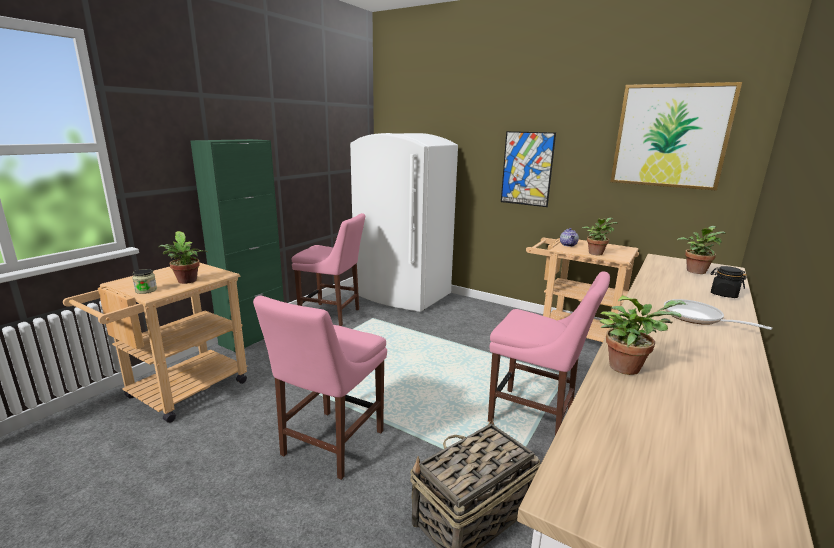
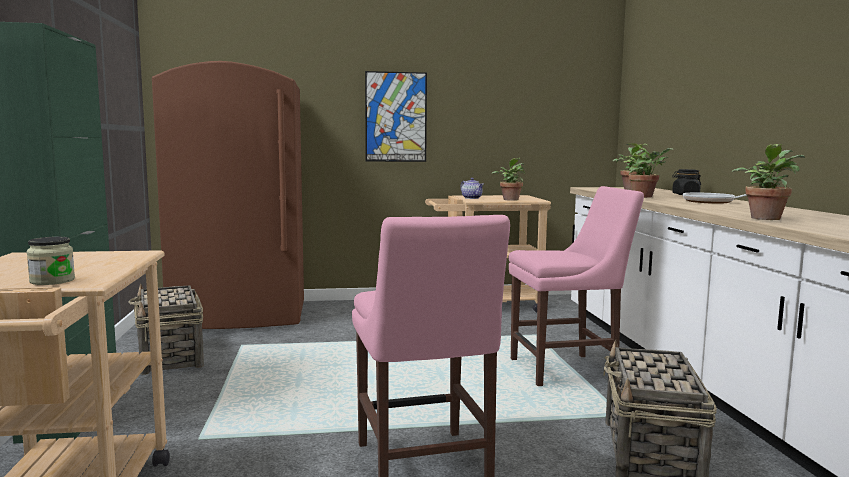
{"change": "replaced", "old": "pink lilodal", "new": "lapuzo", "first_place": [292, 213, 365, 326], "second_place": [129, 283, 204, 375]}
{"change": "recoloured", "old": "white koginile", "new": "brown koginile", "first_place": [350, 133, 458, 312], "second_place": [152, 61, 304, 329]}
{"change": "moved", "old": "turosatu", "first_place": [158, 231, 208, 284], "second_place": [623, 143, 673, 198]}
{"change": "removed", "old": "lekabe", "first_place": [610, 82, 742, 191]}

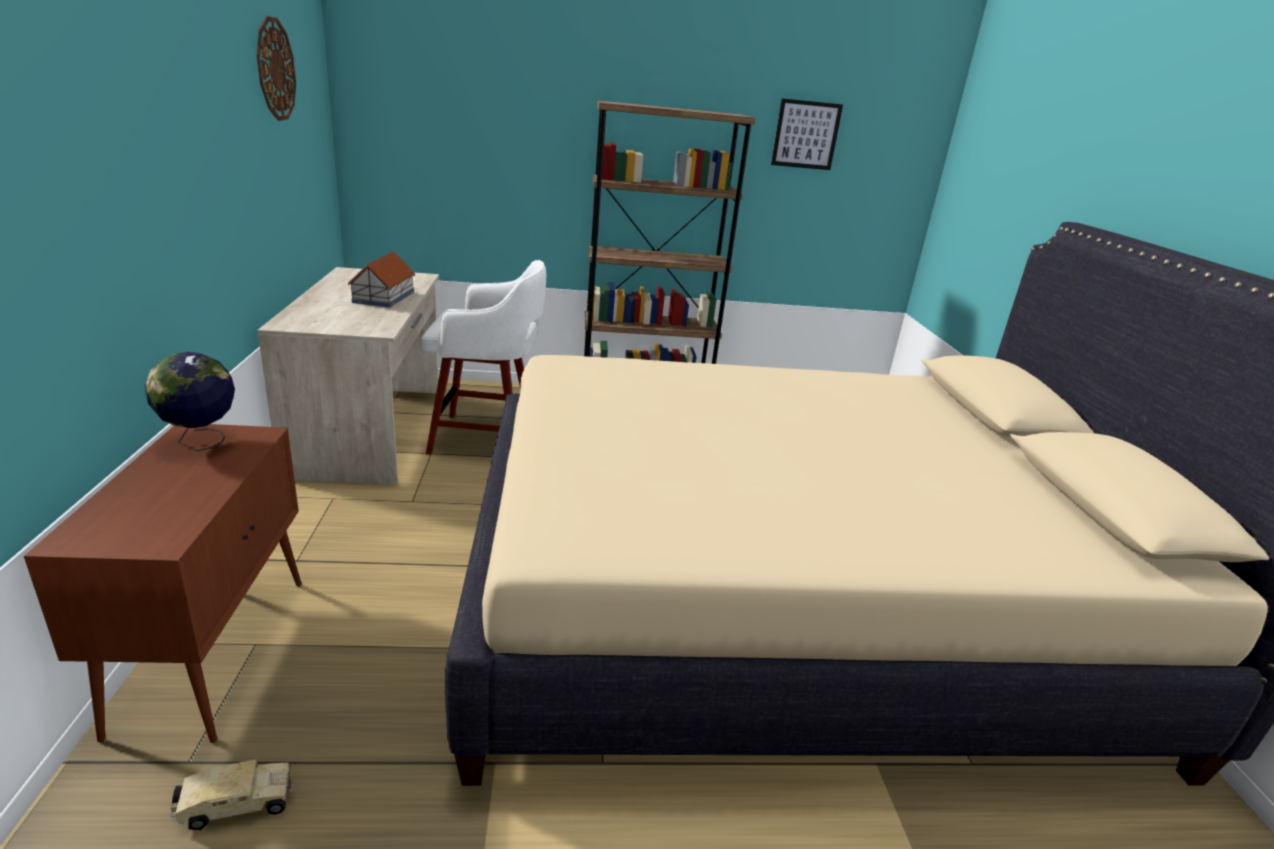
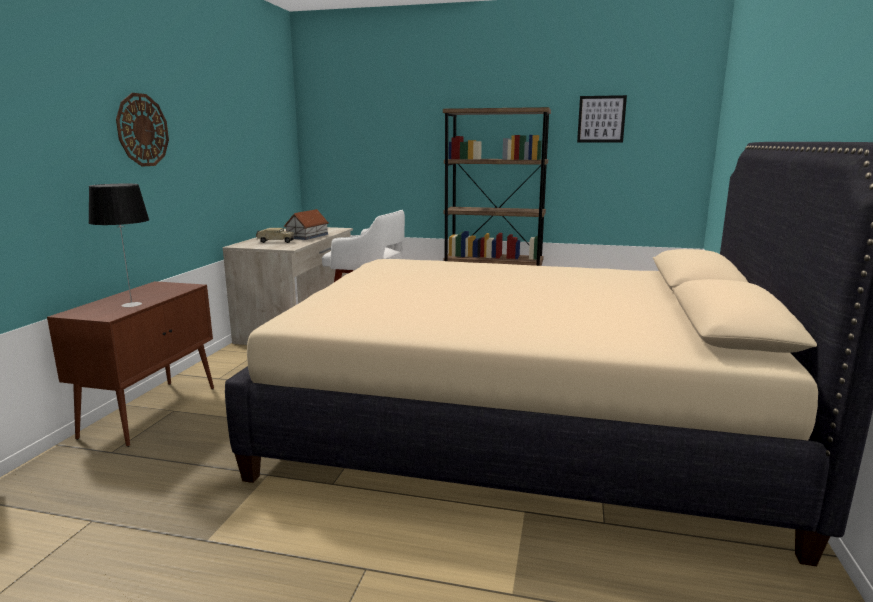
{"change": "added", "new": "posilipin", "second_place": [89, 184, 149, 307]}
{"change": "moved", "old": "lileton", "first_place": [257, 16, 296, 121], "second_place": [116, 93, 169, 167]}
{"change": "moved", "old": "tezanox", "first_place": [171, 757, 292, 830], "second_place": [256, 228, 294, 243]}
{"change": "removed", "old": "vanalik", "first_place": [145, 352, 235, 451]}

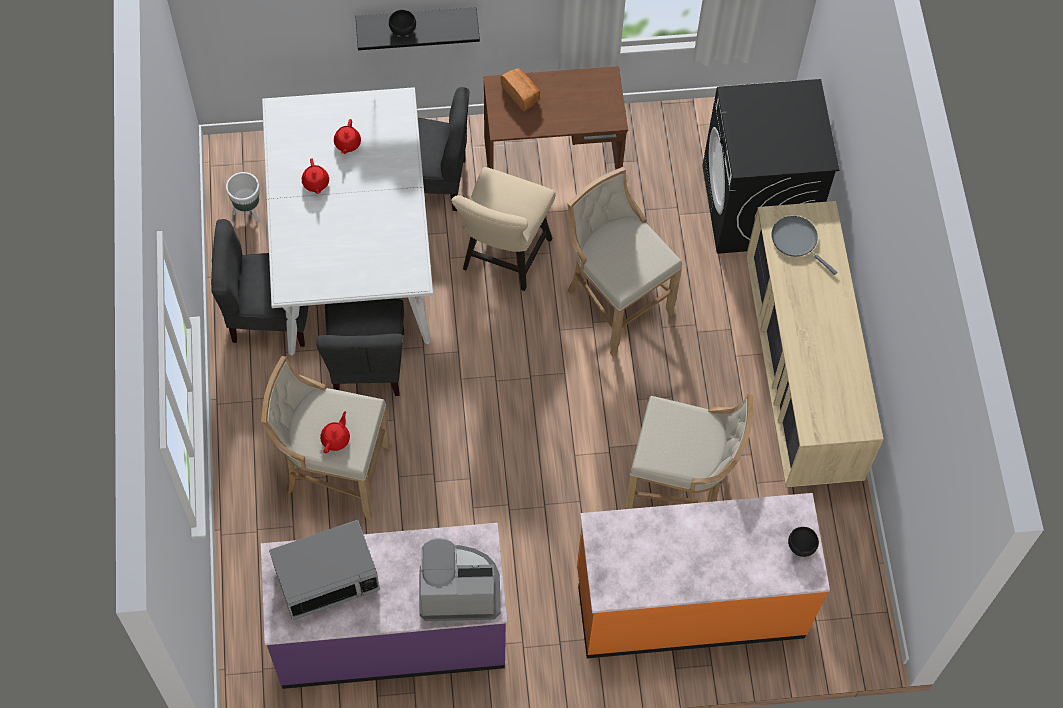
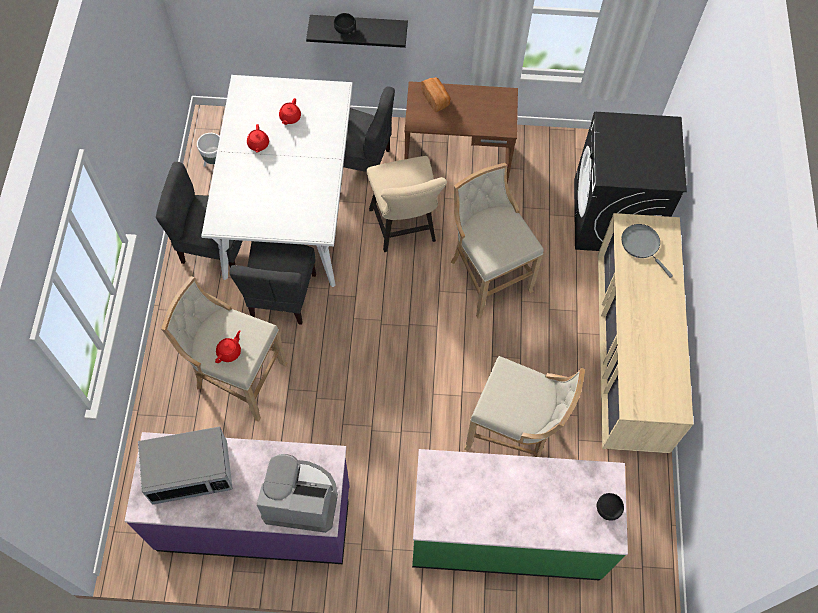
{"change": "turned", "old": "beige lilodal", "first_place": [451, 167, 556, 291], "second_place": [367, 156, 447, 252], "degrees": -45}
{"change": "recoloured", "old": "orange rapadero", "new": "green rapadero", "first_place": [577, 493, 830, 658], "second_place": [412, 449, 628, 580]}

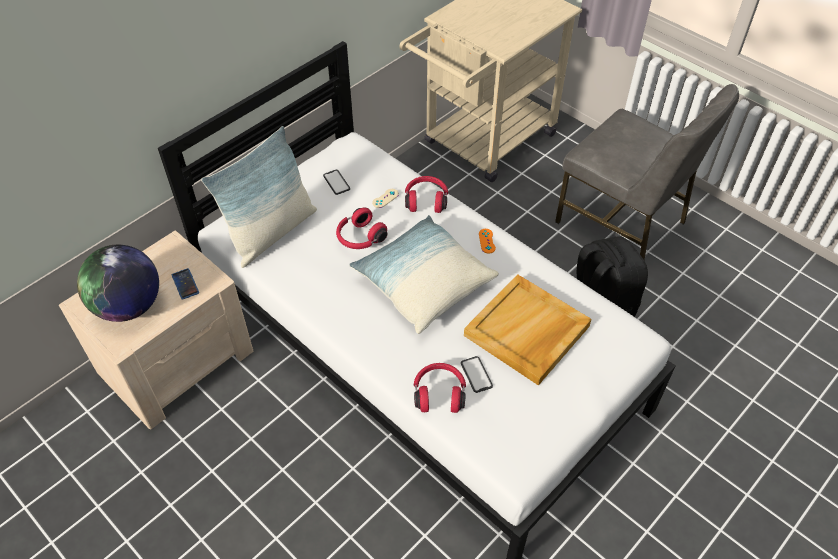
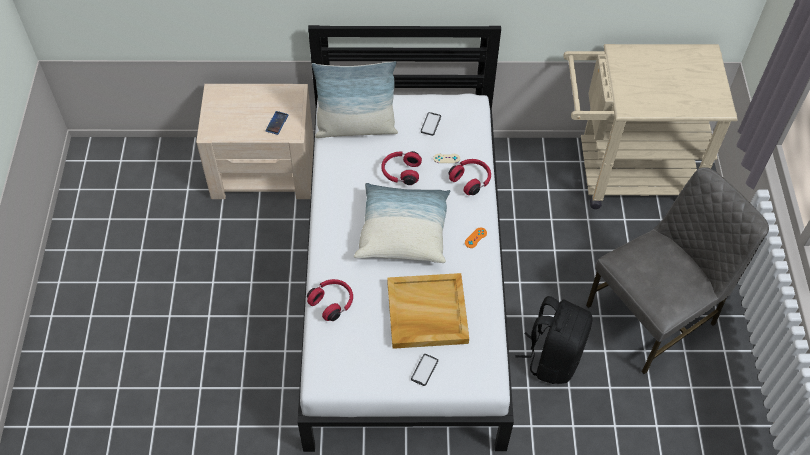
{"change": "moved", "old": "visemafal", "first_place": [461, 356, 493, 393], "second_place": [411, 354, 438, 386]}
{"change": "turned", "old": "grey lilodal", "first_place": [555, 84, 739, 260], "second_place": [586, 167, 769, 374], "degrees": -120}
{"change": "removed", "old": "vanalik", "first_place": [77, 245, 159, 322]}

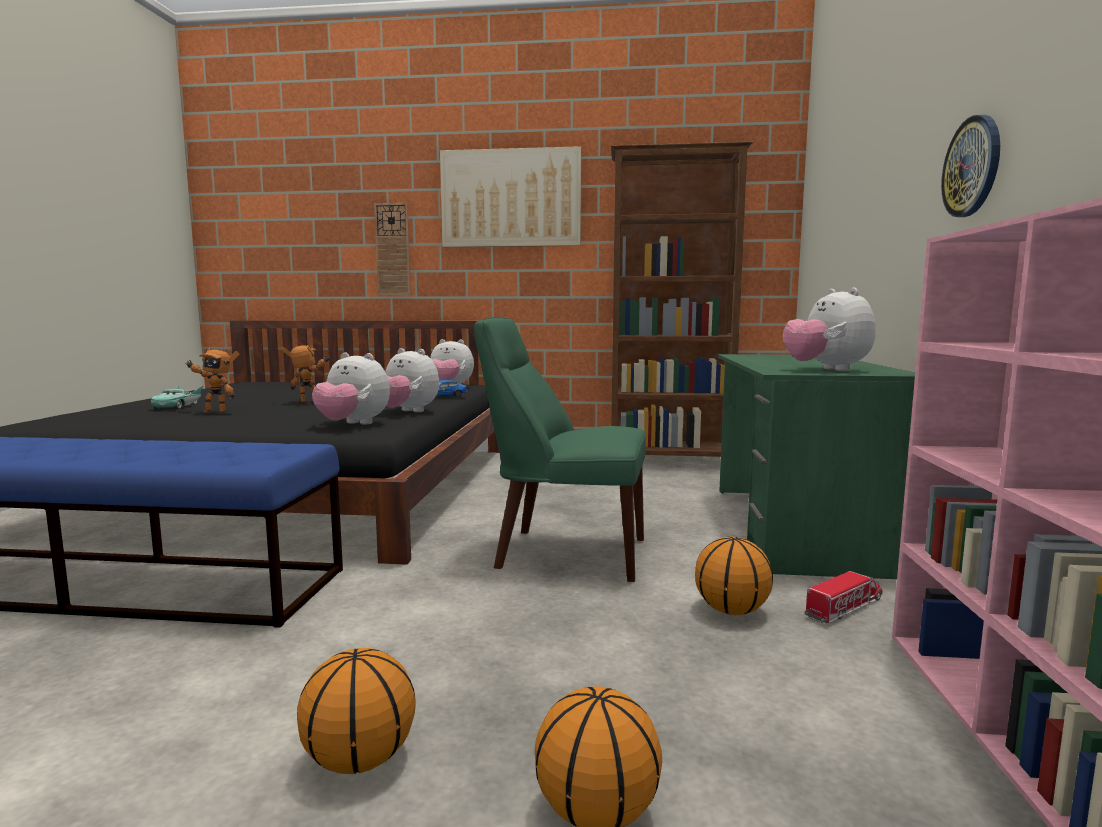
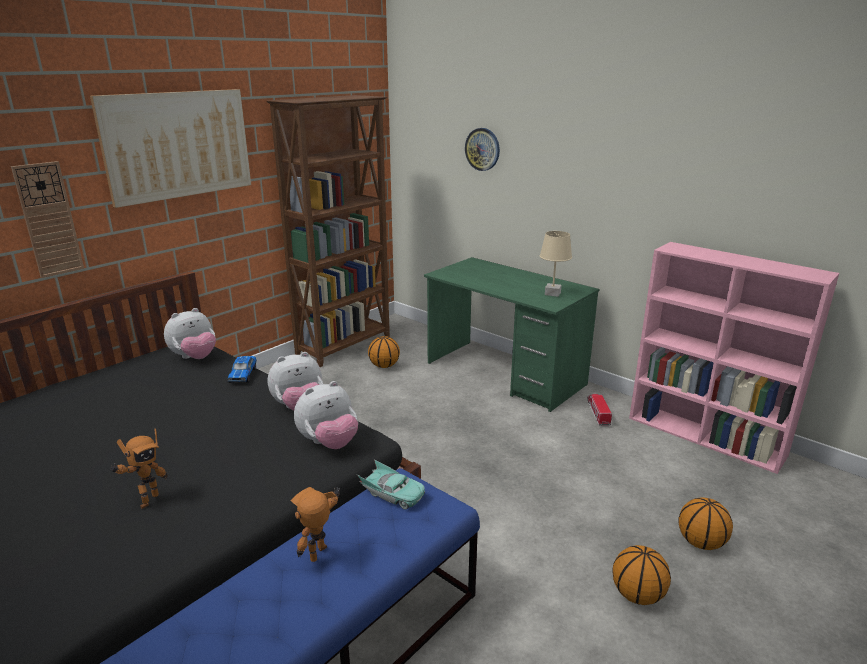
{"change": "moved", "old": "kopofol", "first_place": [281, 345, 330, 402], "second_place": [291, 487, 340, 562]}
{"change": "moved", "old": "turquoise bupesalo", "first_place": [151, 386, 203, 409], "second_place": [357, 460, 425, 510]}
{"change": "moved", "old": "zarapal", "first_place": [695, 536, 773, 615], "second_place": [368, 336, 400, 368]}
{"change": "moved", "old": "lileton", "first_place": [941, 115, 1000, 217], "second_place": [465, 128, 500, 171]}
{"change": "replaced", "old": "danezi", "new": "beige posilipin", "first_place": [783, 288, 876, 371], "second_place": [540, 231, 572, 297]}
{"change": "removed", "old": "green lilodal", "first_place": [474, 317, 646, 582]}

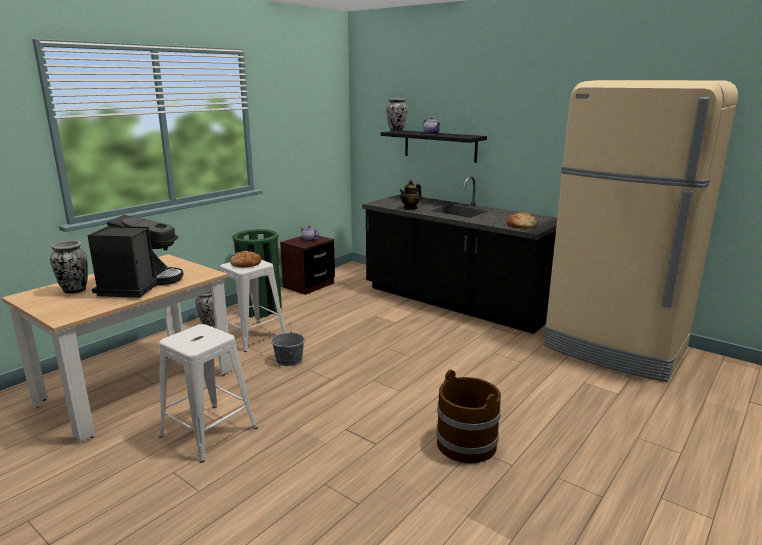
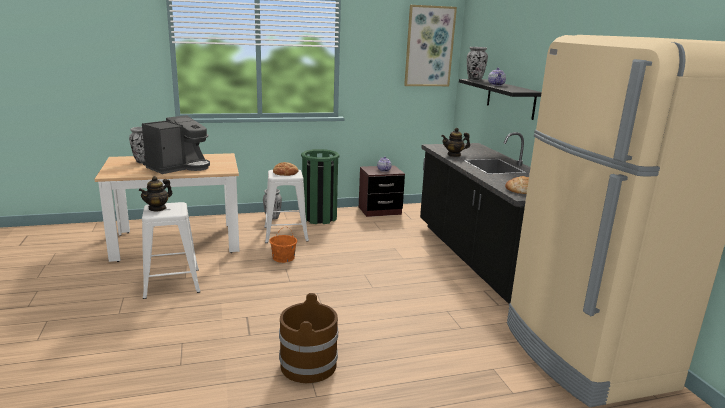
{"change": "added", "new": "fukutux", "second_place": [139, 176, 172, 212]}
{"change": "recoloured", "old": "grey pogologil", "new": "orange pogologil", "first_place": [271, 323, 305, 366], "second_place": [269, 227, 297, 263]}
{"change": "added", "new": "lekabe", "second_place": [404, 5, 457, 86]}

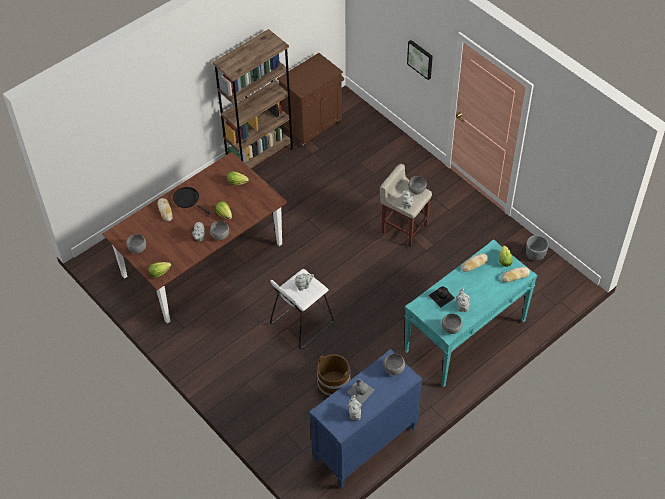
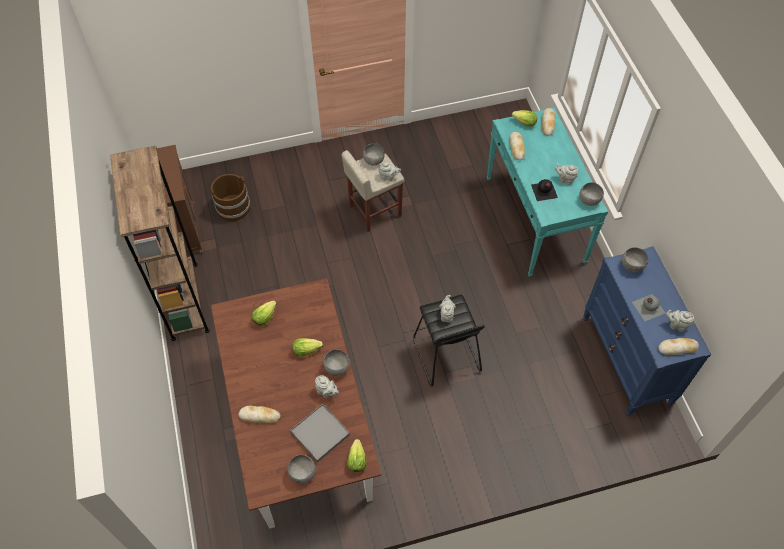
{"change": "moved", "old": "brown pogologil", "first_place": [317, 354, 351, 398], "second_place": [210, 174, 250, 221]}
{"change": "added", "new": "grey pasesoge", "second_place": [290, 404, 350, 462]}
{"change": "recoloured", "old": "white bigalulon", "new": "black bigalulon", "first_place": [270, 269, 334, 349], "second_place": [413, 295, 485, 386]}
{"change": "added", "new": "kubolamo", "second_place": [658, 338, 699, 355]}
{"change": "removed", "old": "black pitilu", "first_place": [173, 187, 210, 214]}
{"change": "removed", "old": "lekabe", "first_place": [407, 40, 433, 80]}
{"change": "removed", "old": "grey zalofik", "first_place": [526, 235, 549, 261]}

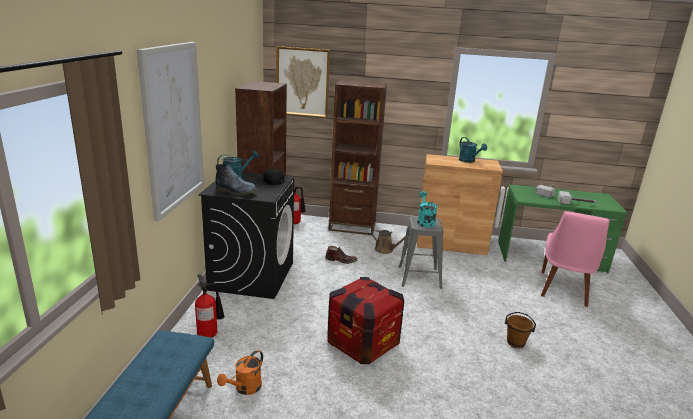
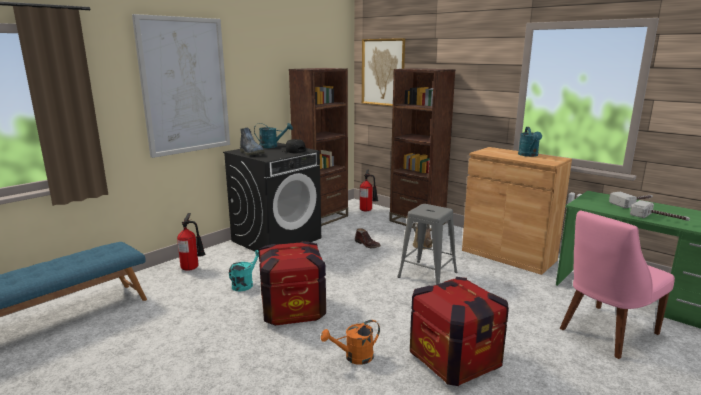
{"change": "moved", "old": "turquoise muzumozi", "first_place": [417, 191, 438, 227], "second_place": [229, 250, 259, 291]}
{"change": "moved", "old": "orange muzumozi", "first_place": [217, 350, 263, 395], "second_place": [321, 320, 380, 365]}
{"change": "replaced", "old": "brown pogologil", "new": "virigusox", "first_place": [505, 312, 536, 348], "second_place": [410, 277, 509, 386]}

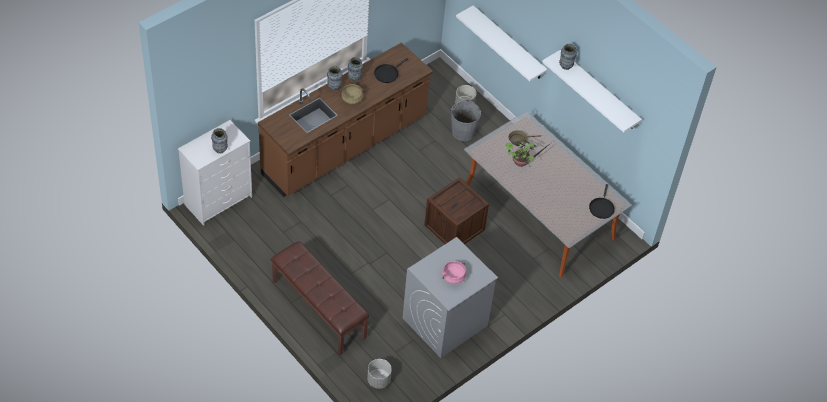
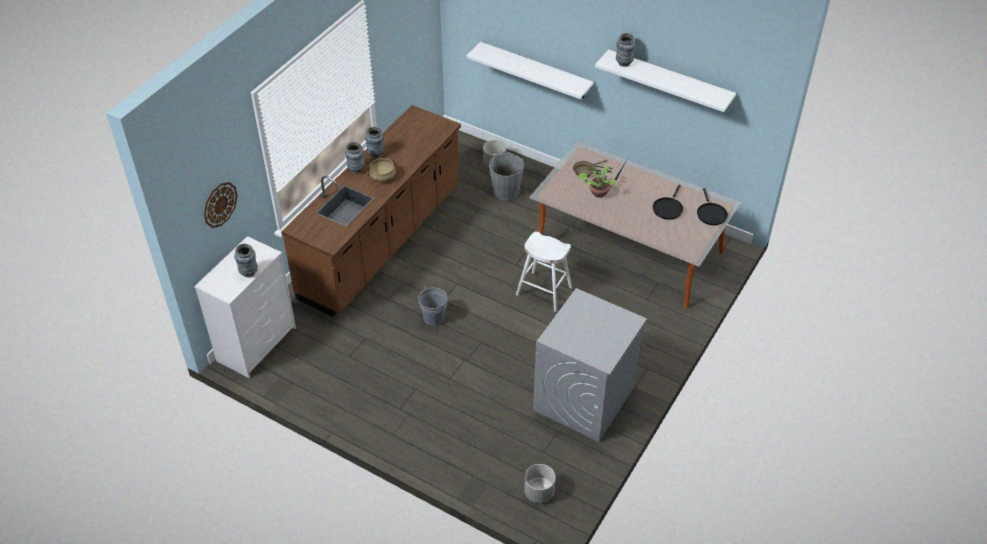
{"change": "added", "new": "lileton", "second_place": [204, 182, 238, 228]}
{"change": "added", "new": "grey pogologil", "second_place": [419, 287, 447, 326]}
{"change": "replaced", "old": "virigusox", "new": "white bigalulon", "first_place": [424, 177, 489, 244], "second_place": [516, 232, 572, 312]}
{"change": "moved", "old": "black pitilu", "first_place": [374, 58, 408, 83], "second_place": [653, 185, 683, 219]}
{"change": "removed", "old": "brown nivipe", "first_place": [271, 241, 369, 355]}
{"change": "removed", "old": "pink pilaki", "first_place": [442, 261, 466, 284]}

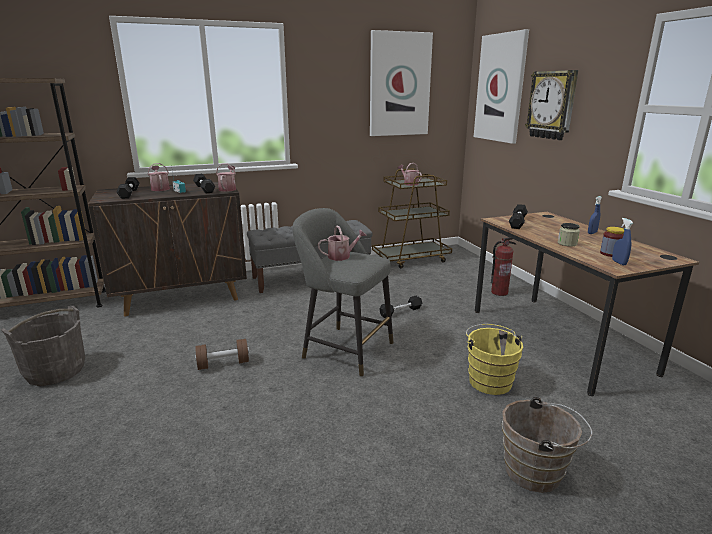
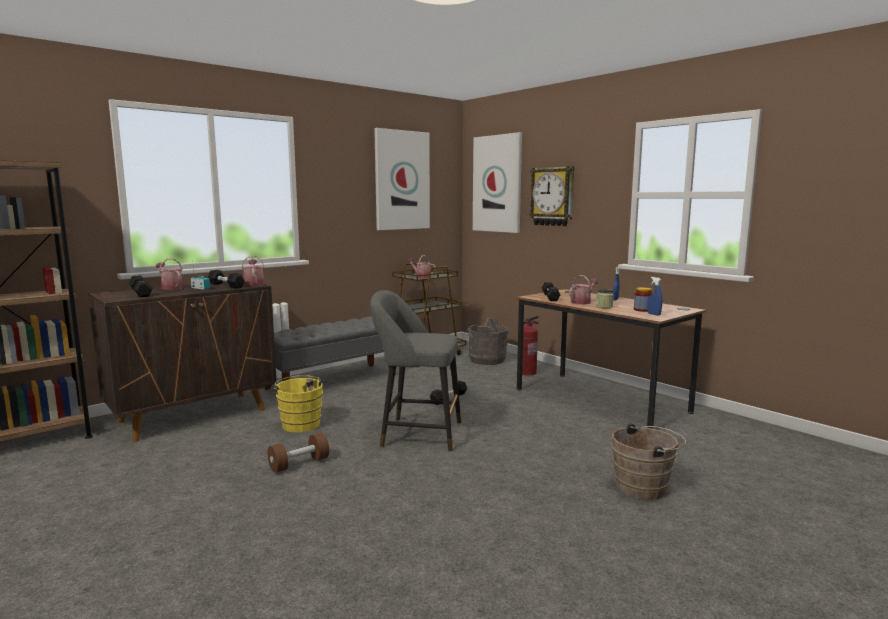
{"change": "moved", "old": "yellow pogologil", "first_place": [466, 324, 523, 395], "second_place": [273, 375, 324, 433]}
{"change": "moved", "old": "grey pogologil", "first_place": [1, 306, 85, 386], "second_place": [468, 318, 508, 365]}
{"change": "moved", "old": "muzumozi", "first_place": [318, 225, 367, 261], "second_place": [569, 275, 599, 304]}

